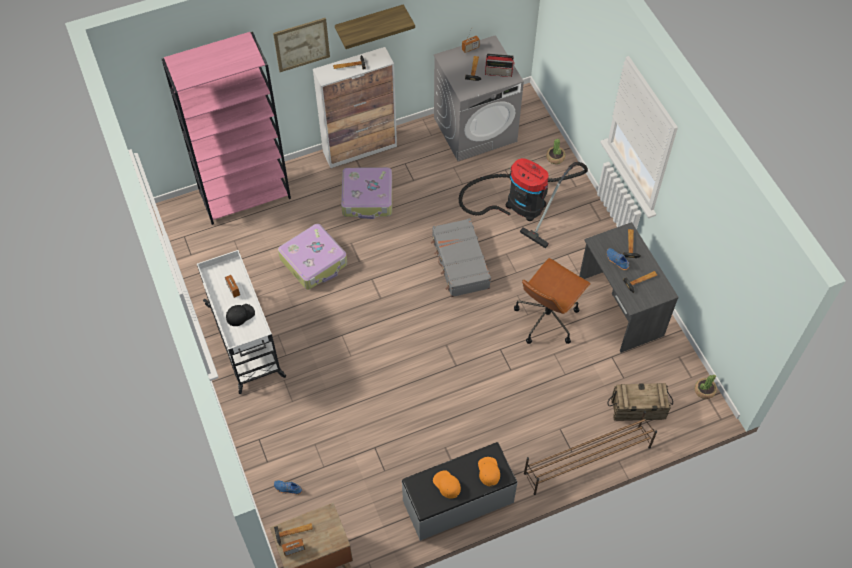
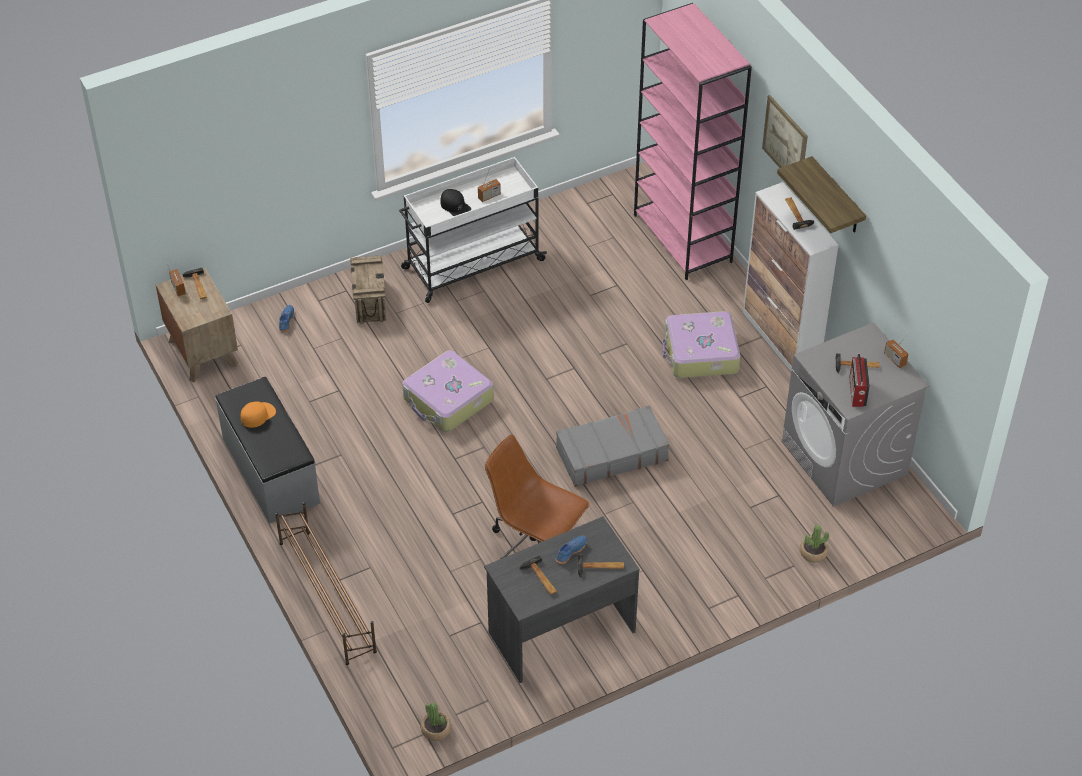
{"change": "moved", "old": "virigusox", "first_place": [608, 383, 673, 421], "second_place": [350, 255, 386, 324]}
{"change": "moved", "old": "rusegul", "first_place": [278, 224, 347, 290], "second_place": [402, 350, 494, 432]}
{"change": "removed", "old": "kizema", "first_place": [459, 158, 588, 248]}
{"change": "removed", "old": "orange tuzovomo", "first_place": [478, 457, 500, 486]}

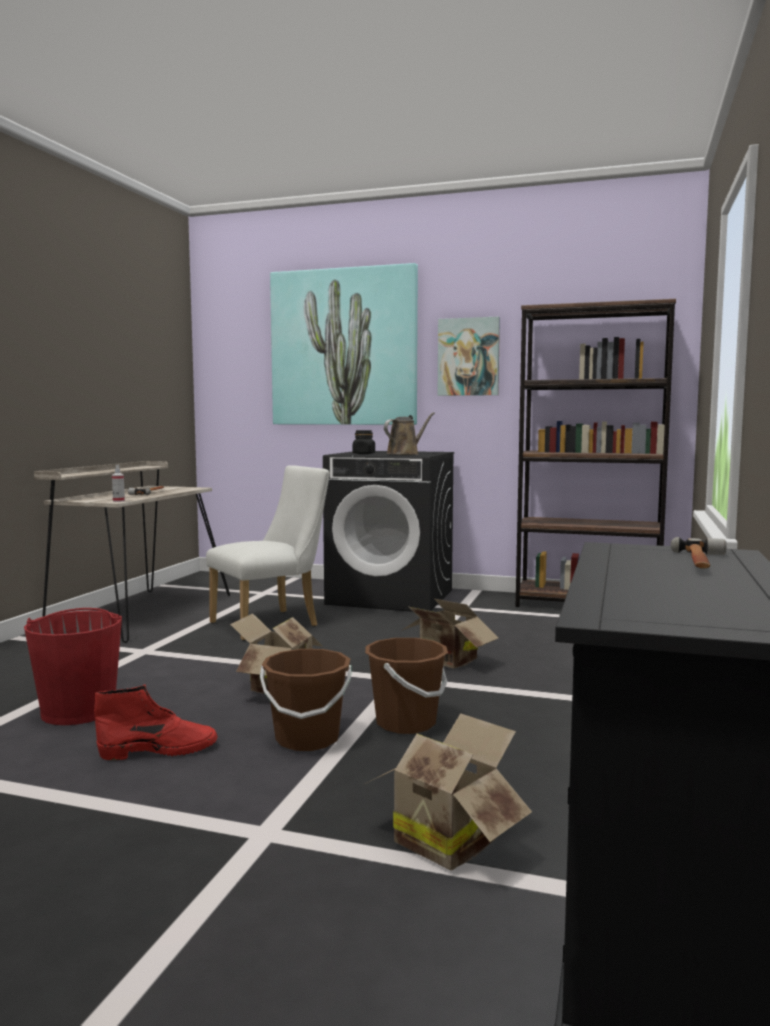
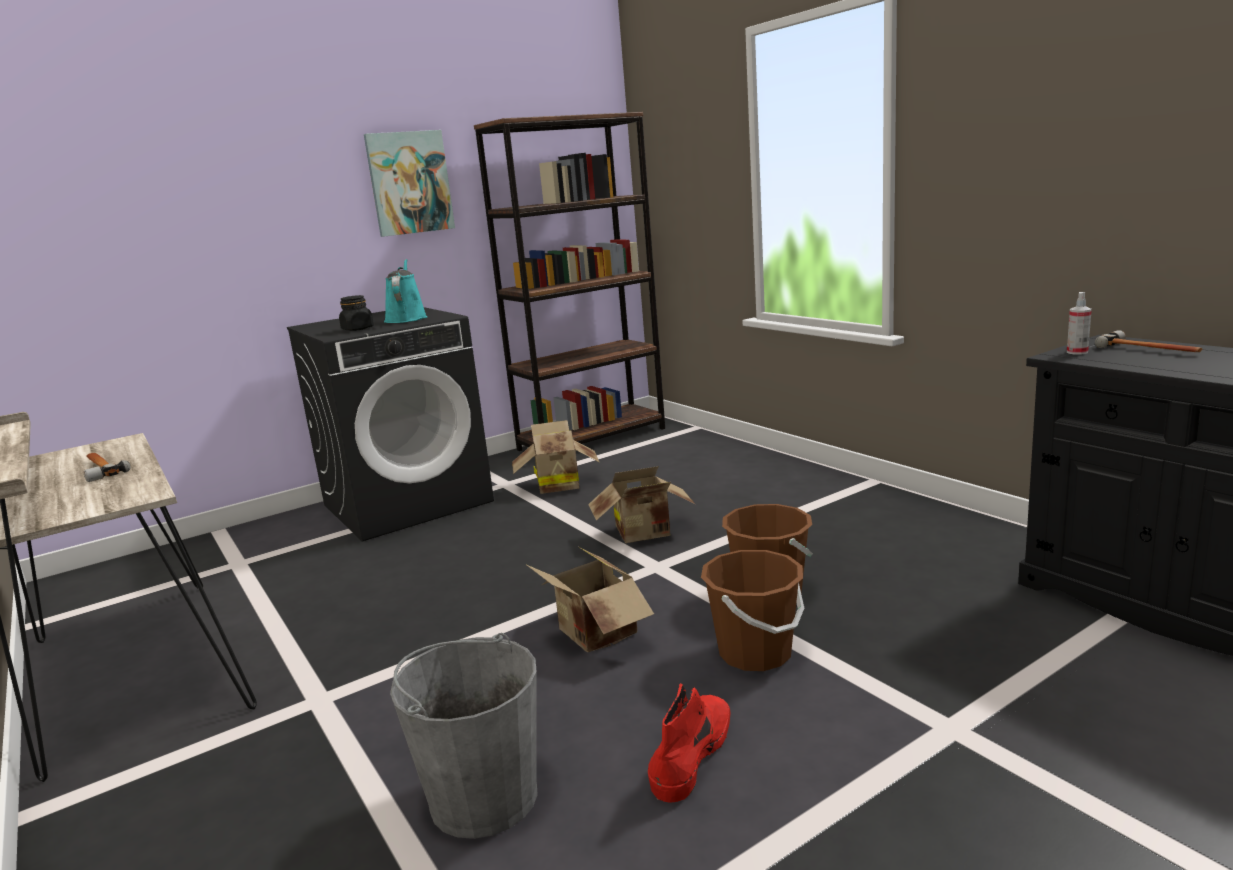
{"change": "recoloured", "old": "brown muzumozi", "new": "turquoise muzumozi", "first_place": [384, 412, 435, 455], "second_place": [384, 259, 427, 323]}
{"change": "recoloured", "old": "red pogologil", "new": "grey pogologil", "first_place": [24, 608, 122, 725], "second_place": [390, 633, 538, 839]}
{"change": "moved", "old": "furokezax", "first_place": [363, 713, 532, 870], "second_place": [512, 420, 599, 494]}
{"change": "moved", "old": "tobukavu", "first_place": [112, 464, 125, 502], "second_place": [1067, 292, 1092, 355]}
{"change": "removed", "old": "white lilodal", "first_place": [206, 465, 330, 641]}
{"change": "removed", "old": "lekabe", "first_place": [270, 263, 418, 425]}

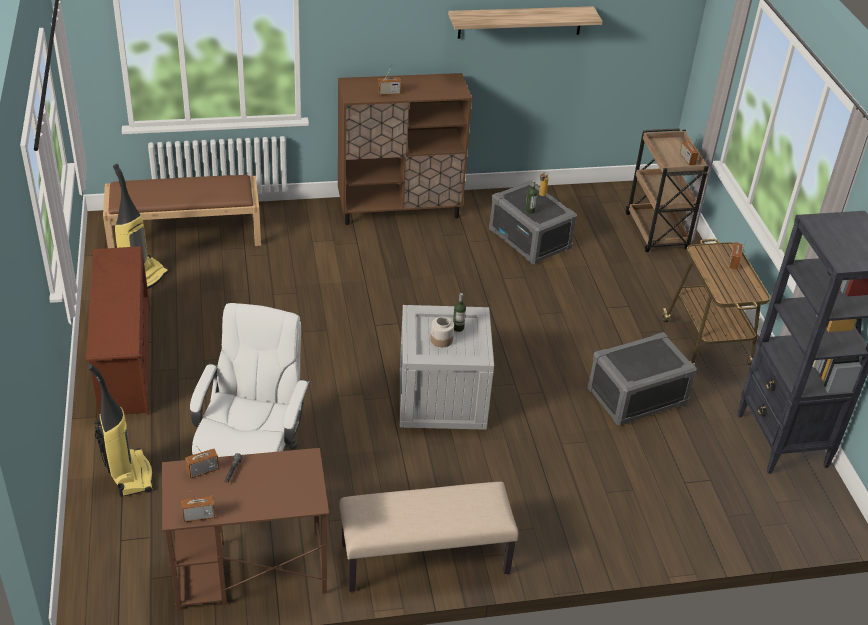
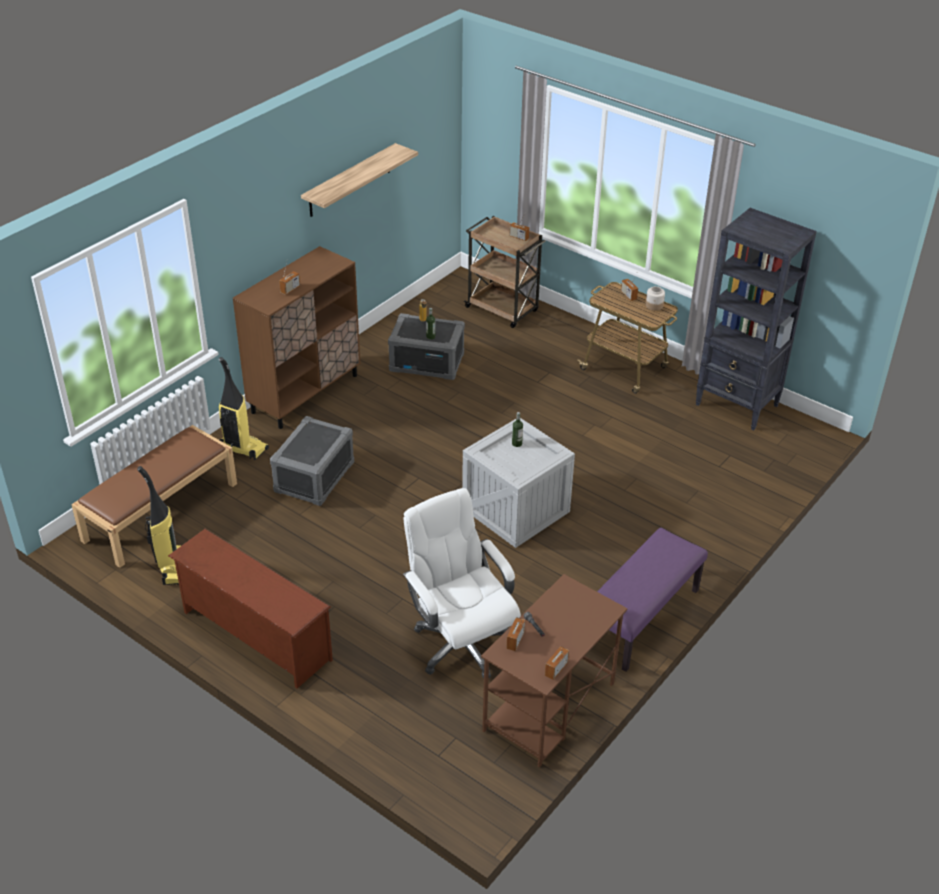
{"change": "moved", "old": "kizema", "first_place": [87, 364, 153, 497], "second_place": [219, 357, 269, 460]}
{"change": "moved", "old": "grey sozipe", "first_place": [587, 332, 697, 426], "second_place": [270, 416, 354, 506]}
{"change": "recoloured", "old": "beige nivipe", "new": "purple nivipe", "first_place": [340, 482, 519, 592], "second_place": [597, 528, 708, 672]}
{"change": "moved", "old": "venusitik", "first_place": [431, 317, 454, 347], "second_place": [646, 286, 665, 311]}

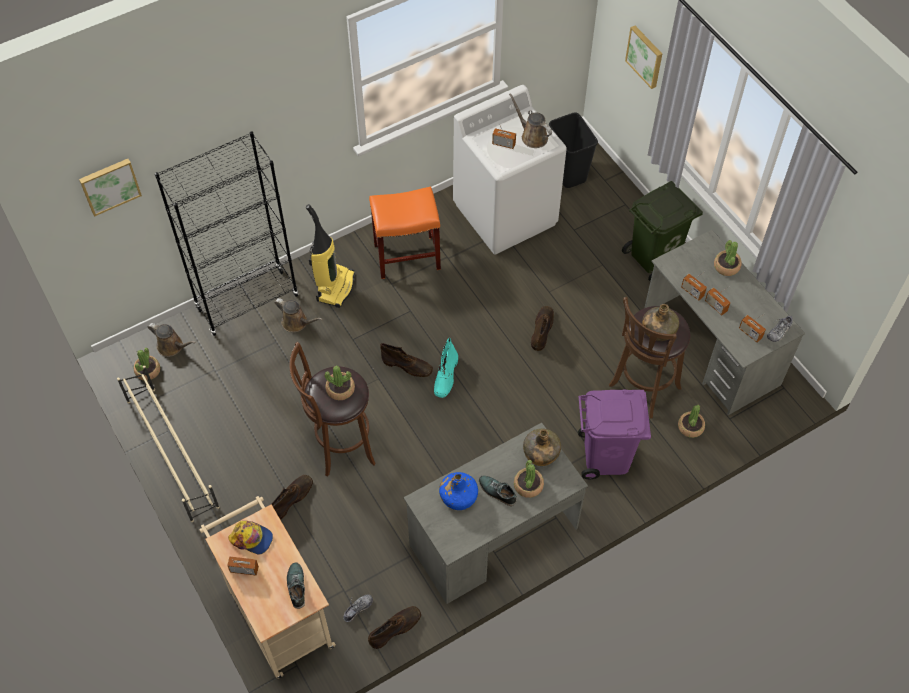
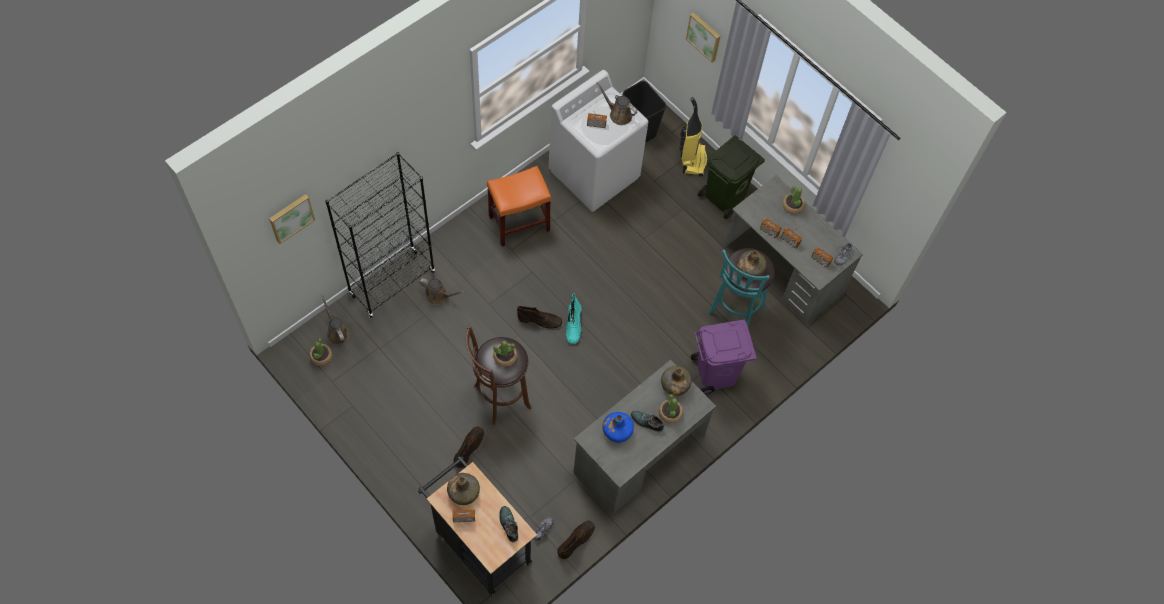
{"change": "turned", "old": "brown muzumozi", "first_place": [148, 323, 196, 357], "second_place": [322, 295, 350, 345], "degrees": -135}
{"change": "recoloured", "old": "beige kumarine", "new": "black kumarine", "first_place": [199, 496, 336, 679], "second_place": [418, 456, 537, 596]}
{"change": "replaced", "old": "tuzovomo", "new": "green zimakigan", "first_place": [228, 521, 273, 554], "second_place": [447, 473, 480, 505]}
{"change": "moved", "old": "kizema", "first_place": [306, 204, 355, 308], "second_place": [679, 97, 707, 176]}
{"change": "recoloured", "old": "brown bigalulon", "new": "turquoise bigalulon", "first_place": [609, 297, 690, 418], "second_place": [707, 248, 775, 326]}
{"change": "removed", "old": "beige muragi", "first_place": [117, 365, 220, 522]}
{"change": "removed", "old": "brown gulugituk", "first_place": [531, 306, 554, 351]}
{"change": "removed", "old": "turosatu", "first_place": [678, 405, 705, 438]}

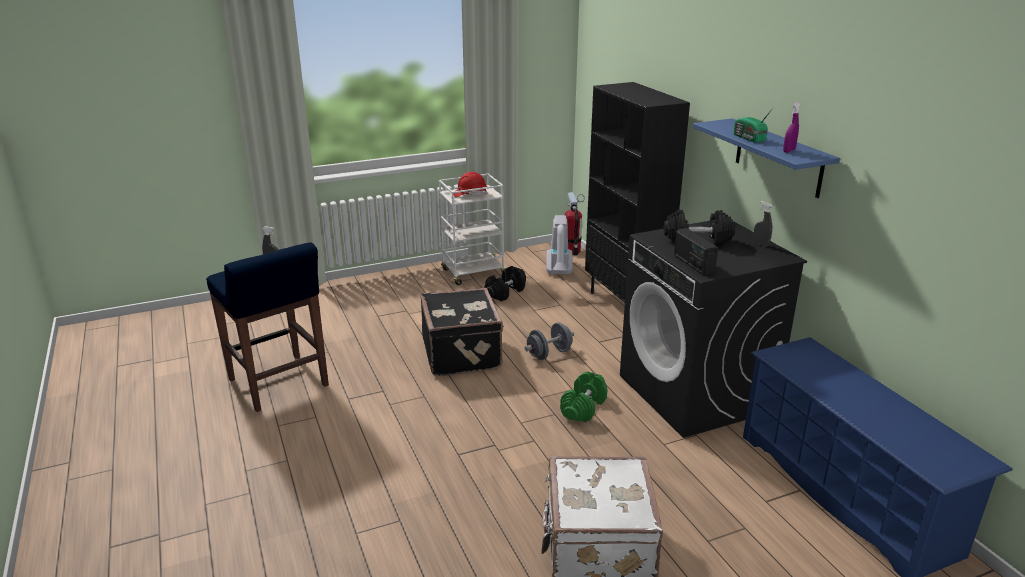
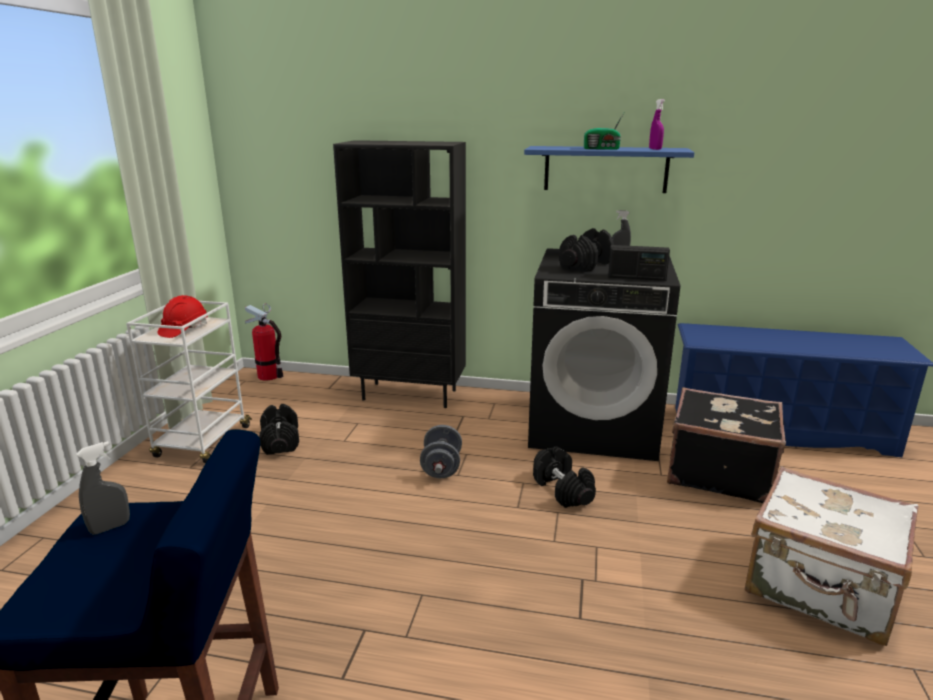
{"change": "recoloured", "old": "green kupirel", "new": "black kupirel", "first_place": [560, 371, 608, 422], "second_place": [533, 447, 596, 508]}
{"change": "moved", "old": "black rusegul", "first_place": [420, 288, 504, 376], "second_place": [667, 387, 786, 503]}
{"change": "removed", "old": "kizema", "first_place": [546, 215, 573, 275]}

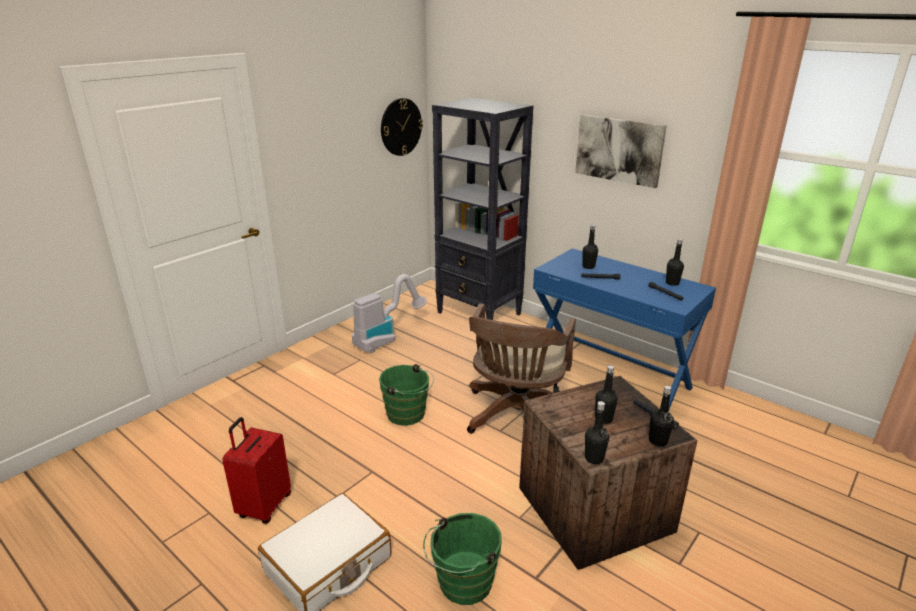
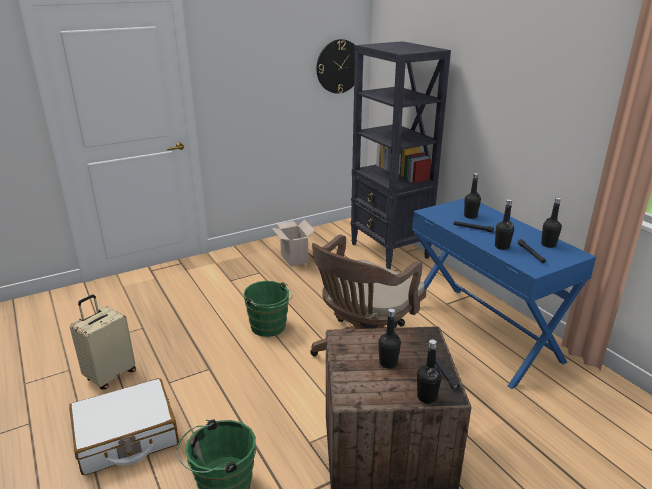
{"change": "recoloured", "old": "red rusegul", "new": "beige rusegul", "first_place": [222, 417, 291, 524], "second_place": [70, 295, 136, 390]}
{"change": "replaced", "old": "kizema", "new": "furokezax", "first_place": [352, 274, 427, 354], "second_place": [272, 220, 315, 267]}
{"change": "moved", "old": "black zimakigan", "first_place": [585, 401, 609, 464], "second_place": [495, 199, 514, 250]}
{"change": "removed", "old": "lekabe", "first_place": [575, 115, 667, 188]}

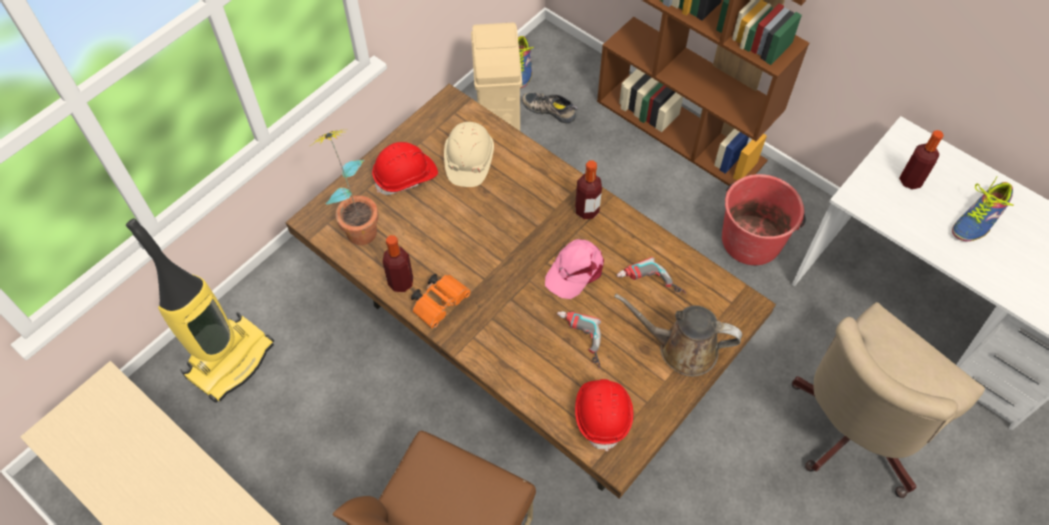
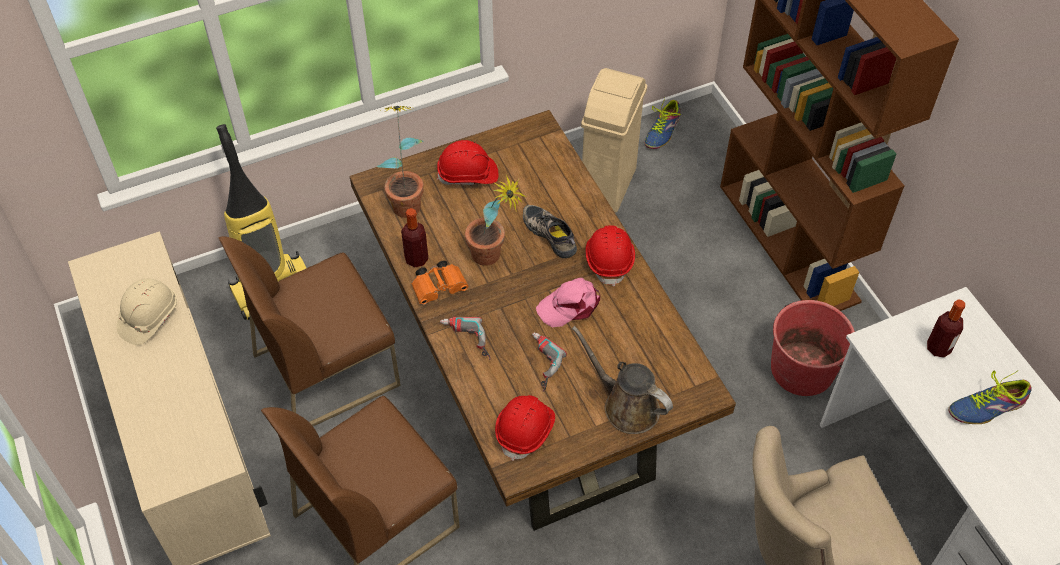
{"change": "moved", "old": "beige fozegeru", "first_place": [444, 122, 494, 187], "second_place": [117, 279, 177, 345]}
{"change": "added", "new": "brown lilodal", "second_place": [219, 236, 401, 426]}
{"change": "moved", "old": "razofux", "first_place": [616, 257, 686, 294], "second_place": [440, 317, 491, 360]}
{"change": "added", "new": "turosatu", "second_place": [465, 175, 526, 266]}
{"change": "moved", "old": "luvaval", "first_place": [522, 93, 578, 124], "second_place": [523, 205, 577, 258]}
{"change": "replaced", "old": "zimakigan", "new": "red fozegeru", "first_place": [575, 160, 602, 219], "second_place": [585, 225, 635, 287]}

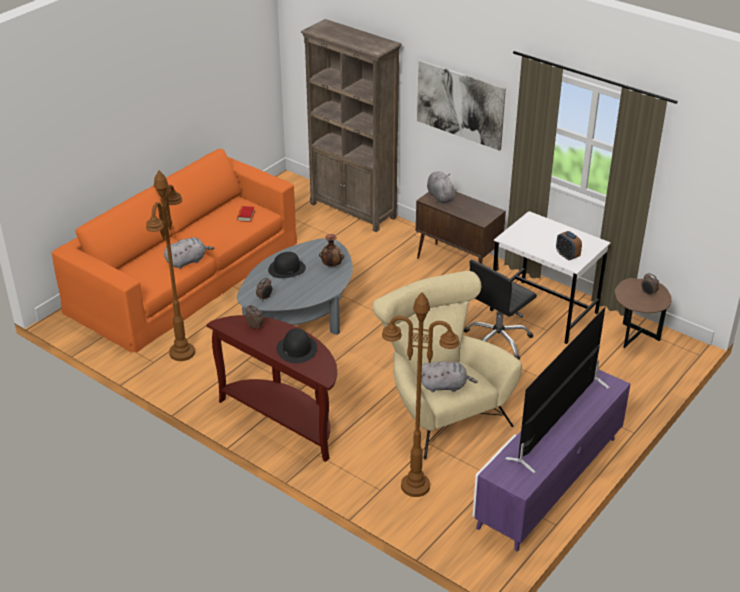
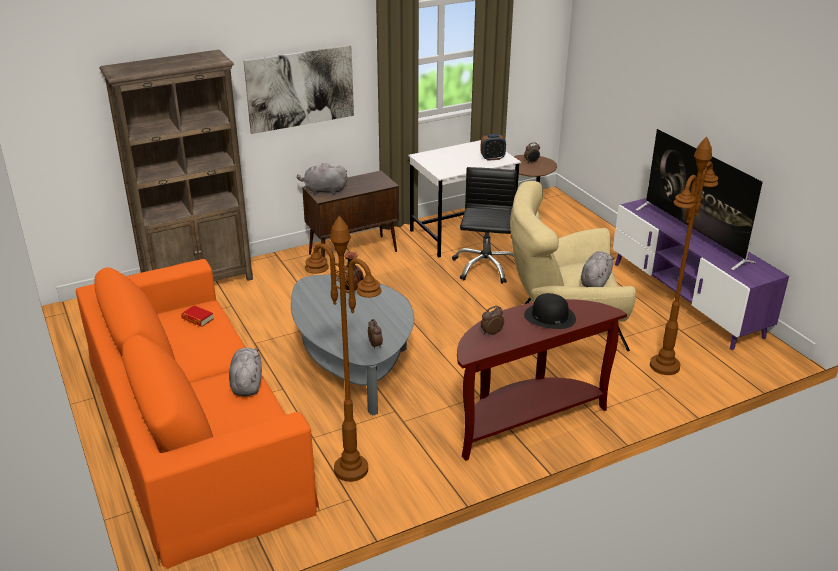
{"change": "turned", "old": "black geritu", "first_place": [464, 260, 537, 360], "second_place": [452, 167, 517, 284], "degrees": -150}
{"change": "removed", "old": "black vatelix", "first_place": [268, 252, 306, 278]}

